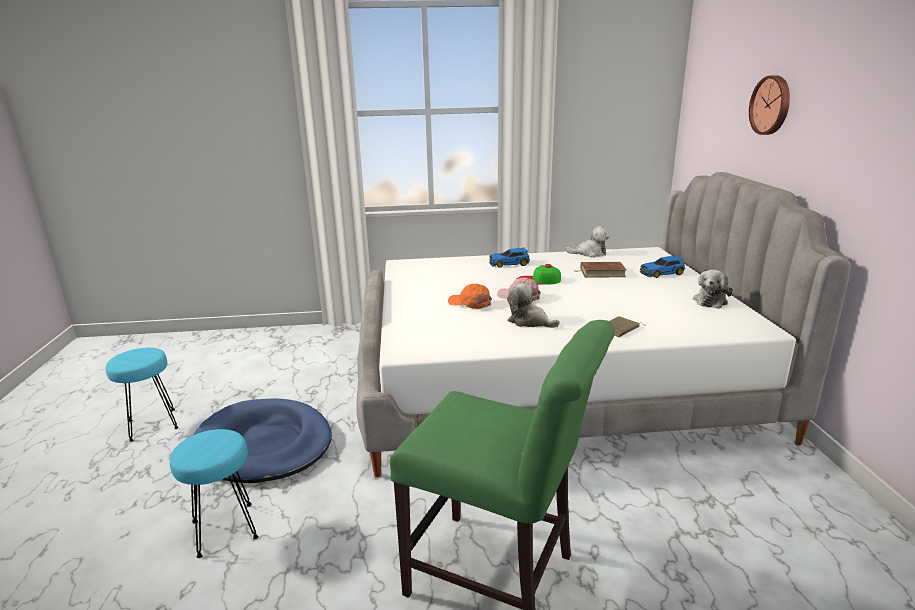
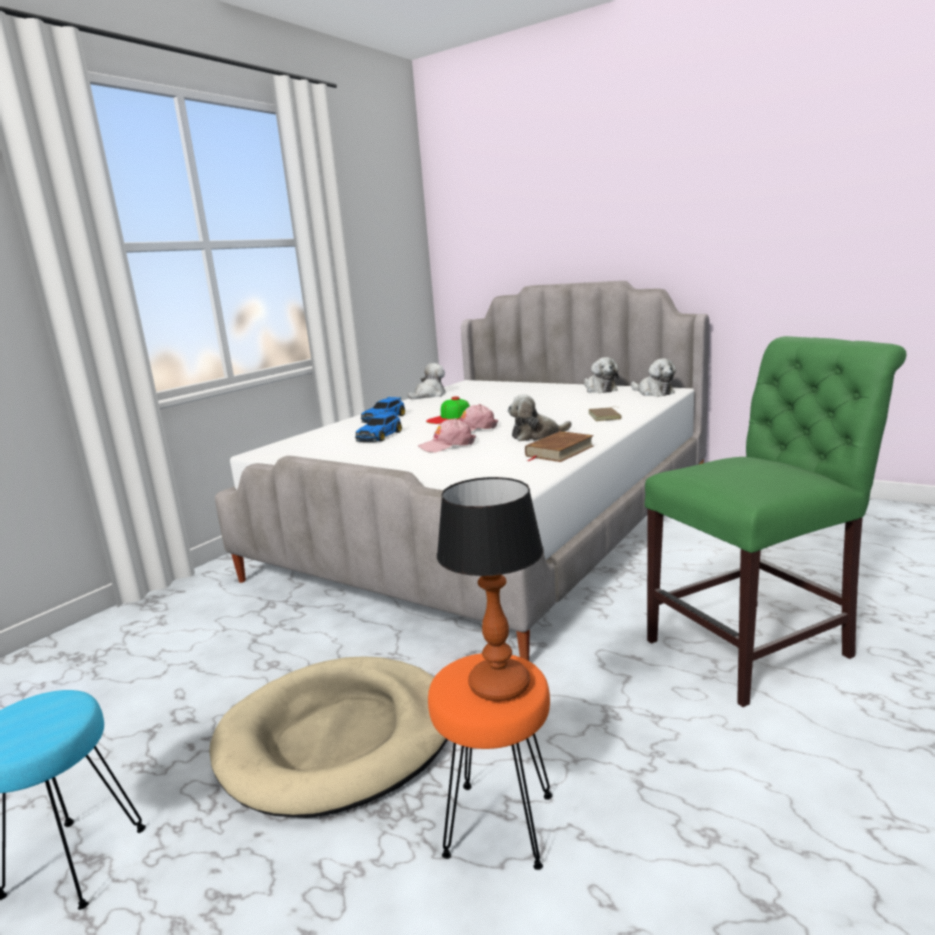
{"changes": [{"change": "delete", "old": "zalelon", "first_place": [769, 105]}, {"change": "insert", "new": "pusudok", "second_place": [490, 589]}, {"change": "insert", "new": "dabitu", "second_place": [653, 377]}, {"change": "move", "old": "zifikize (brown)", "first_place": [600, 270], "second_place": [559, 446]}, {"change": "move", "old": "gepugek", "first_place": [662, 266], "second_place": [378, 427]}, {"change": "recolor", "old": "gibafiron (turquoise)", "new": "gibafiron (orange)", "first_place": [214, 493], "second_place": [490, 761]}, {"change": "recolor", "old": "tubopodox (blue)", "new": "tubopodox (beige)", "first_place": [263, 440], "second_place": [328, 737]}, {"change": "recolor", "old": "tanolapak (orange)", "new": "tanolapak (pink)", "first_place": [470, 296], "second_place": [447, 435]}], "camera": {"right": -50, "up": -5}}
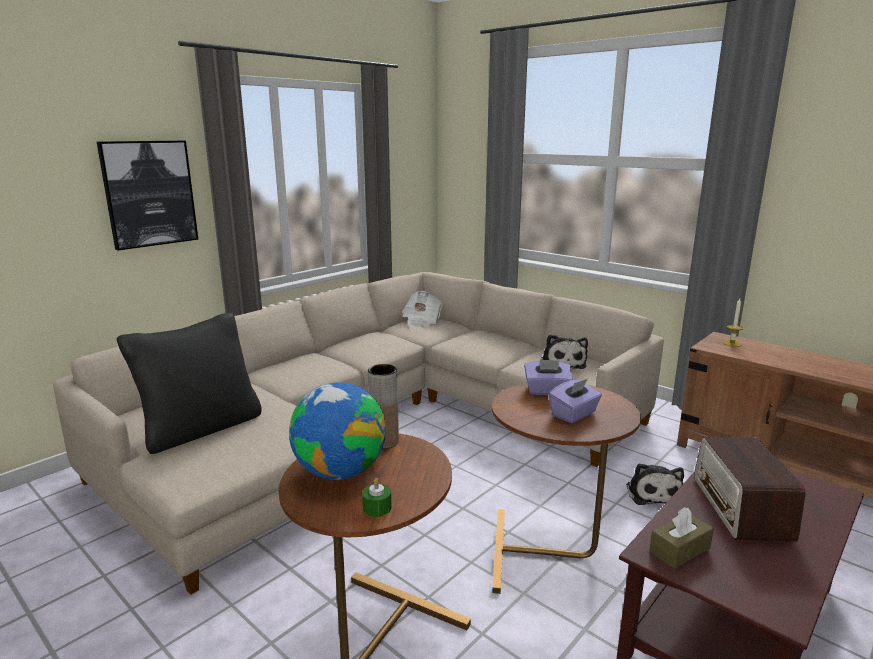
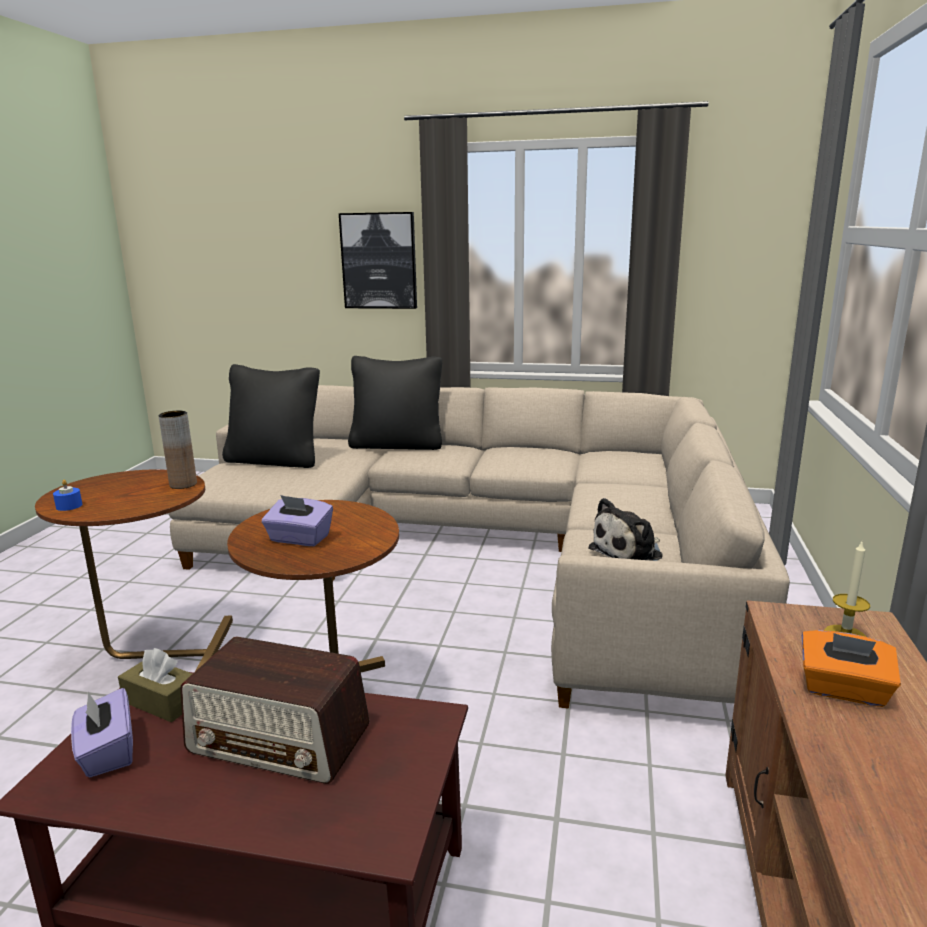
{"changes": [{"change": "delete", "old": "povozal", "first_place": [337, 431]}, {"change": "delete", "old": "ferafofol", "first_place": [422, 309]}, {"change": "delete", "old": "dabitu", "first_place": [655, 484]}, {"change": "insert", "new": "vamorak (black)", "second_place": [395, 403]}, {"change": "insert", "new": "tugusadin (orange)", "second_place": [851, 668]}, {"change": "move", "old": "tugusadin (purple)", "first_place": [548, 377], "second_place": [102, 732]}, {"change": "recolor", "old": "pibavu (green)", "new": "pibavu (blue)", "first_place": [377, 497], "second_place": [67, 495]}, {"change": "rotate", "old": "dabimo", "first_place": [750, 489], "second_place": [275, 710], "degrees": -135}], "camera": {"right": 60, "up": 0}}
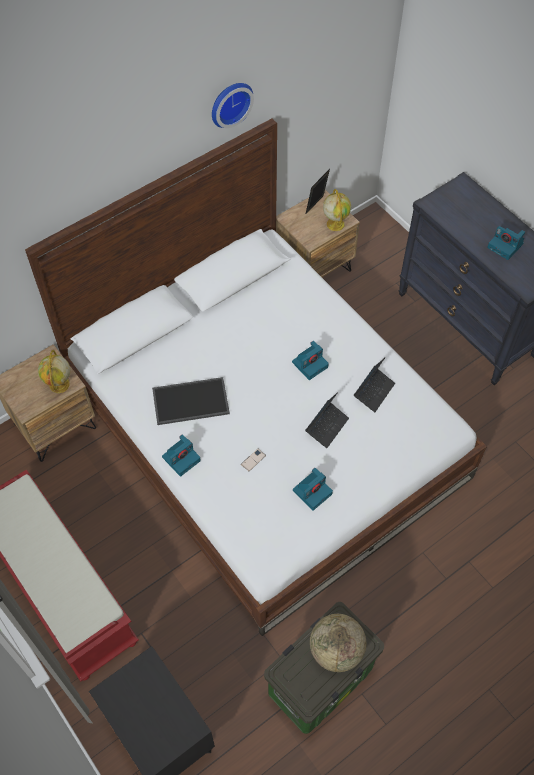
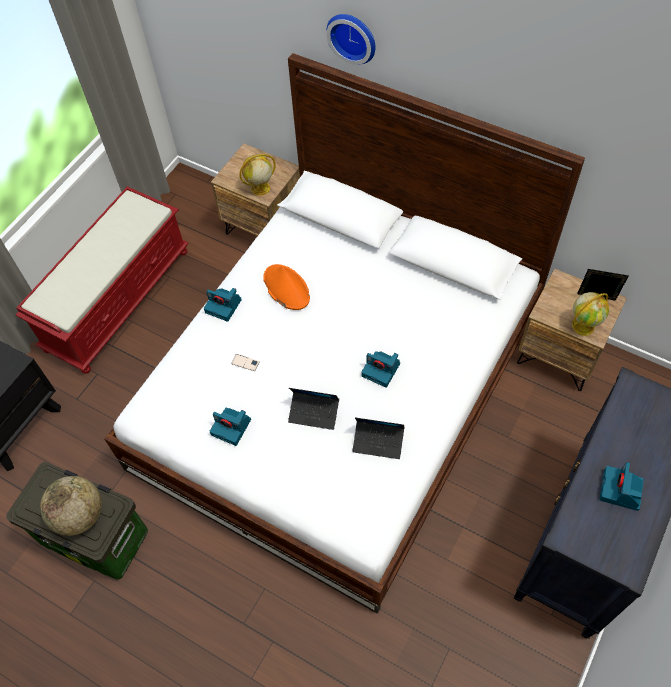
{"changes": [{"change": "move", "old": "zalelon", "first_place": [233, 105], "second_place": [351, 39]}, {"change": "replace", "old": "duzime", "new": "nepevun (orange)", "first_place": [191, 401], "second_place": [286, 287]}], "camera": {"right": 70, "up": 0}}
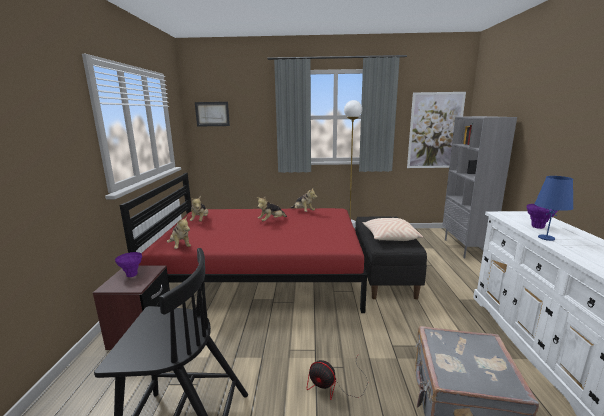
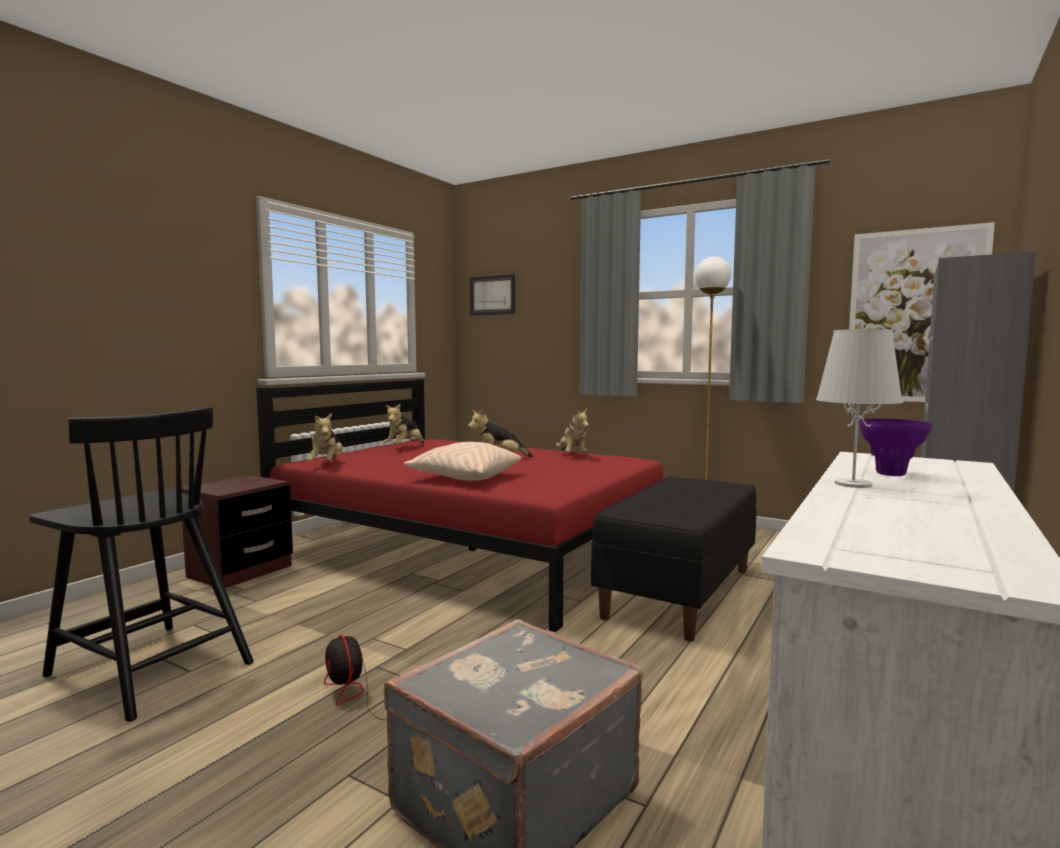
{"changes": [{"change": "delete", "old": "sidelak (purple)", "first_place": [128, 264]}, {"change": "move", "old": "vamorak (beige)", "first_place": [392, 229], "second_place": [462, 461]}, {"change": "recolor", "old": "pusudok (blue)", "new": "pusudok (white)", "first_place": [554, 208], "second_place": [859, 408]}], "camera": {"right": 30, "up": -10}}
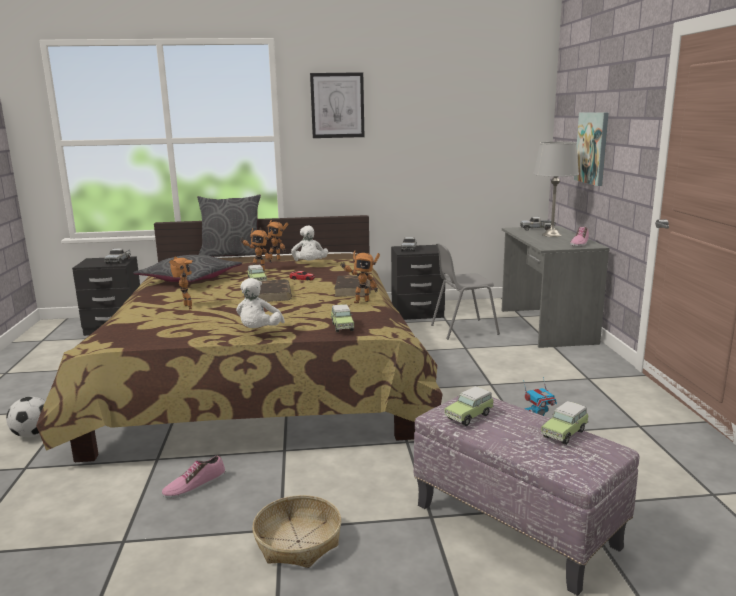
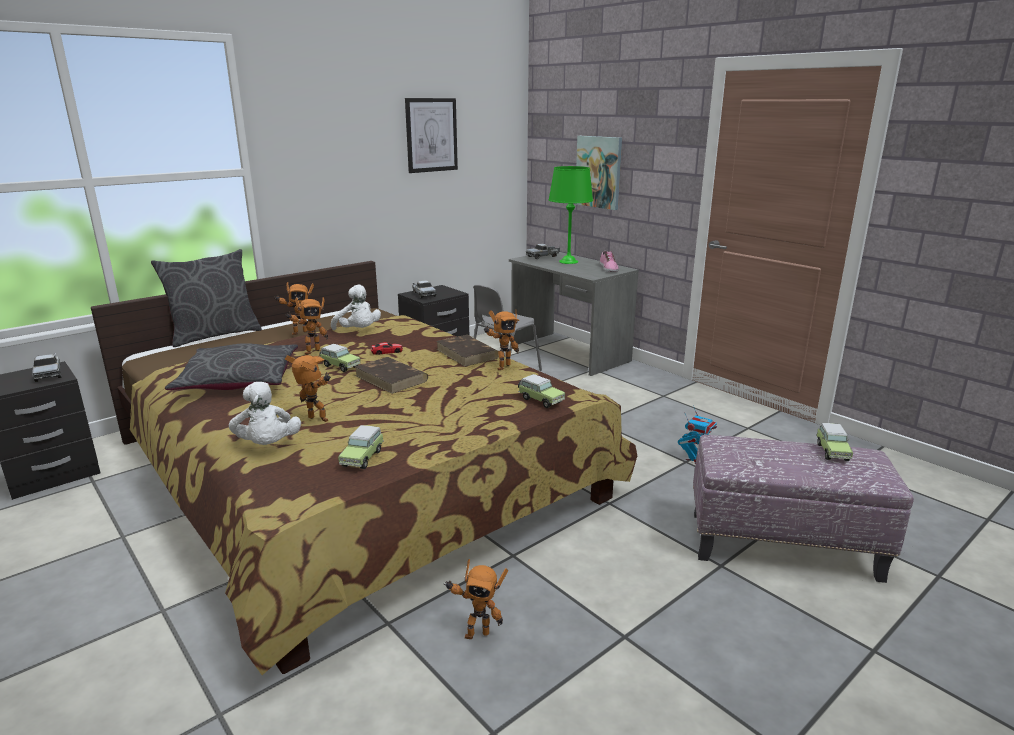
{"changes": [{"change": "delete", "old": "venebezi", "first_place": [25, 417]}, {"change": "delete", "old": "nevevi", "first_place": [296, 531]}, {"change": "move", "old": "dabitu (white)", "first_place": [260, 303], "second_place": [265, 413]}, {"change": "move", "old": "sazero", "first_place": [337, 105], "second_place": [431, 135]}, {"change": "move", "old": "gepugek", "first_place": [469, 406], "second_place": [361, 447]}, {"change": "replace", "old": "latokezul", "new": "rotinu", "first_place": [193, 477], "second_place": [476, 599]}, {"change": "recolor", "old": "pusudok (grey)", "new": "pusudok (green)", "first_place": [556, 189], "second_place": [571, 215]}], "camera": {"right": -35, "up": 5}}
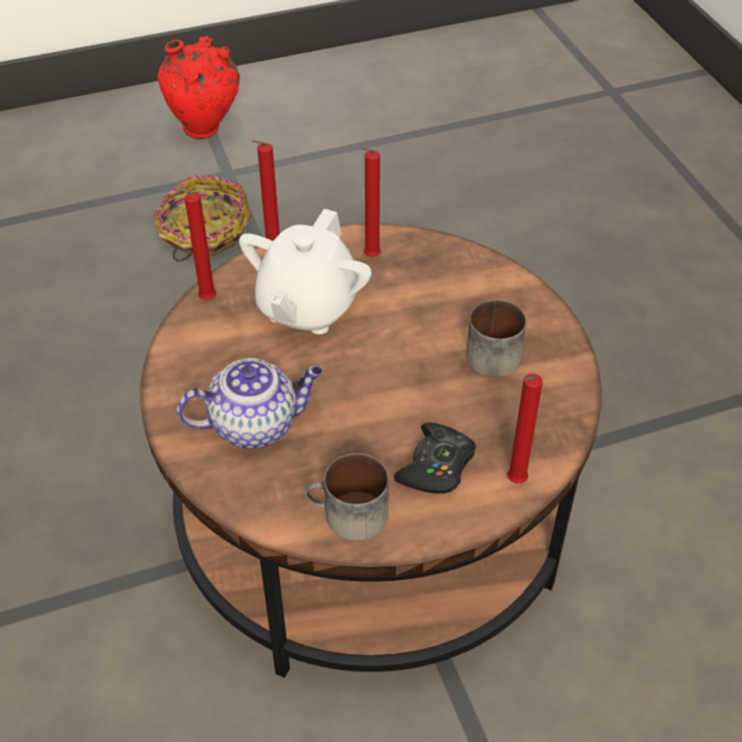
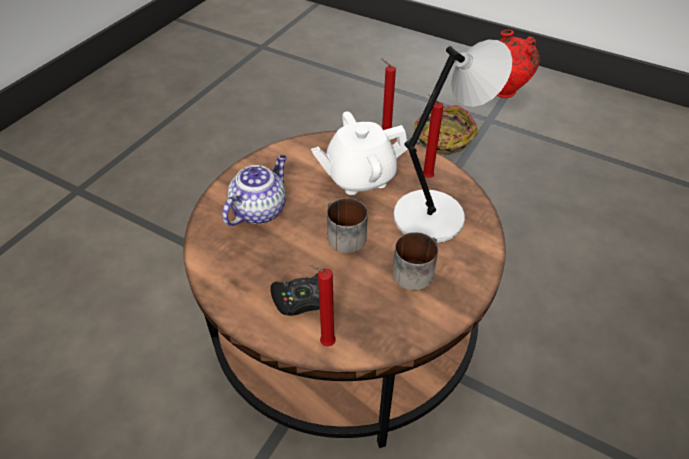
{"changes": [{"change": "delete", "old": "pibavu (red)", "first_place": [195, 241]}, {"change": "insert", "new": "pusudok (grey)", "second_place": [452, 141]}, {"change": "move", "old": "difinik", "first_place": [346, 497], "second_place": [347, 225]}, {"change": "rotate", "old": "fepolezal", "first_place": [249, 403], "second_place": [254, 190], "degrees": -90}], "camera": {"right": 50, "up": 0}}
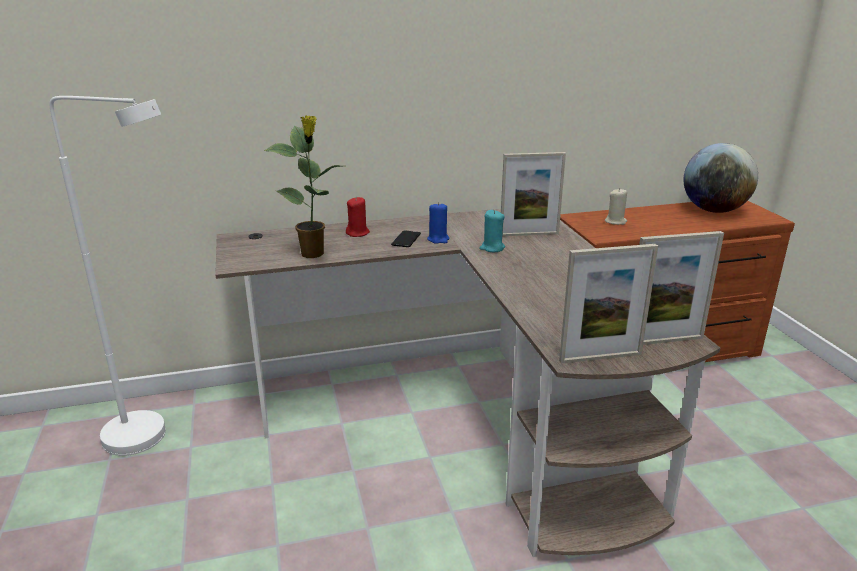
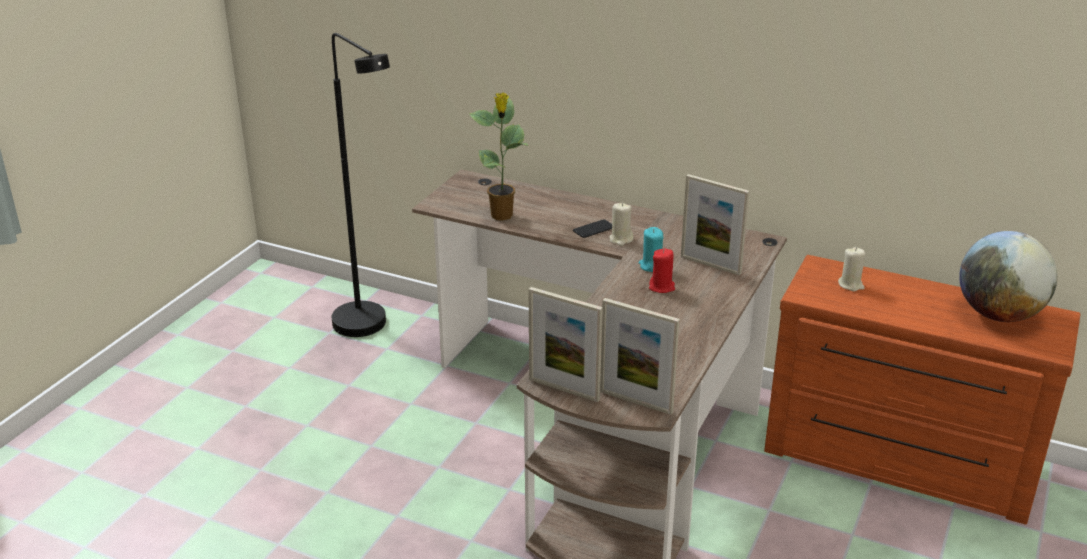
{"changes": [{"change": "move", "old": "pibavu (red)", "first_place": [358, 217], "second_place": [662, 271]}, {"change": "recolor", "old": "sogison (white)", "new": "sogison (black)", "first_place": [107, 276], "second_place": [361, 185]}, {"change": "recolor", "old": "pibavu (blue)", "new": "pibavu (beige)", "first_place": [438, 223], "second_place": [621, 224]}], "camera": {"right": 40, "up": 5}}
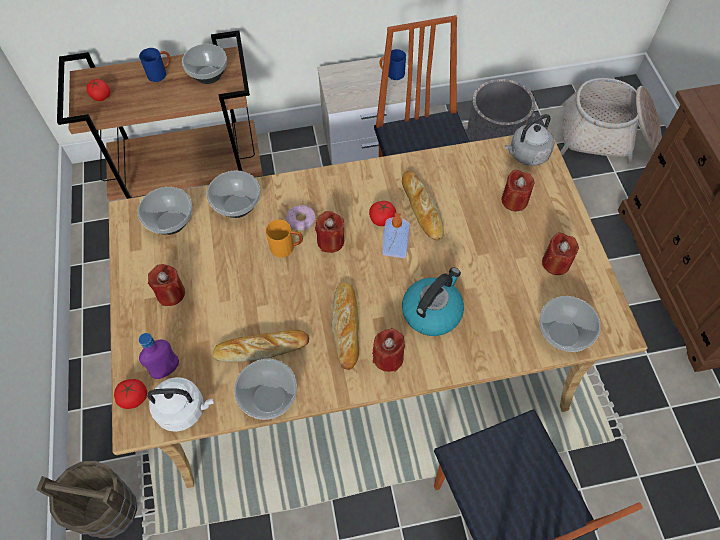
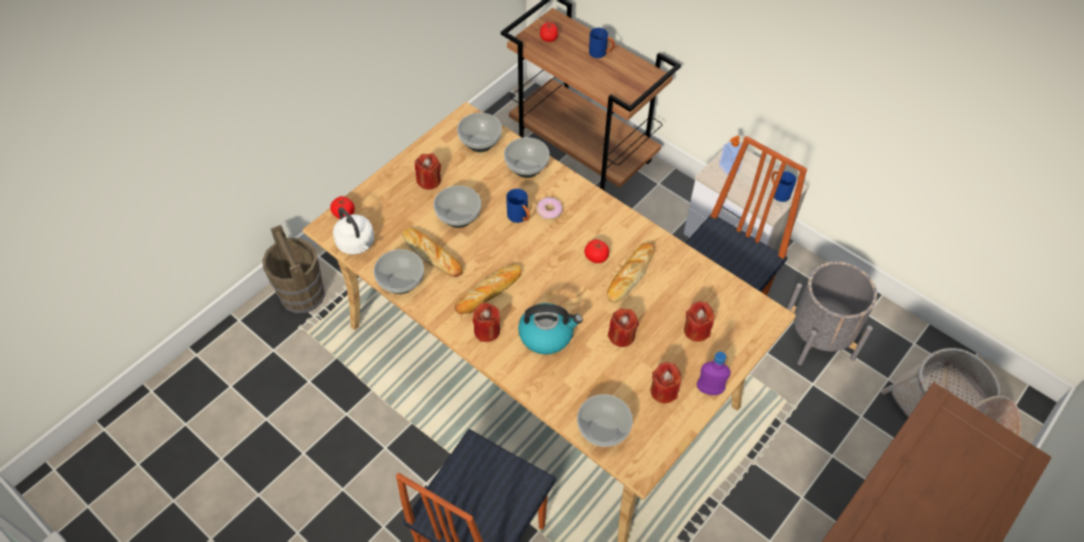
{"changes": [{"change": "delete", "old": "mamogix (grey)", "first_place": [529, 140]}, {"change": "move", "old": "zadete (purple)", "first_place": [159, 356], "second_place": [714, 373]}, {"change": "move", "old": "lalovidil", "first_place": [204, 64], "second_place": [457, 206]}, {"change": "move", "old": "pibavu (red)", "first_place": [329, 232], "second_place": [623, 327]}, {"change": "move", "old": "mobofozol", "first_place": [396, 235], "second_place": [731, 155]}, {"change": "recolor", "old": "difinik (orange)", "new": "difinik (blue)", "first_place": [284, 239], "second_place": [518, 206]}], "camera": {"right": 50, "up": -5}}
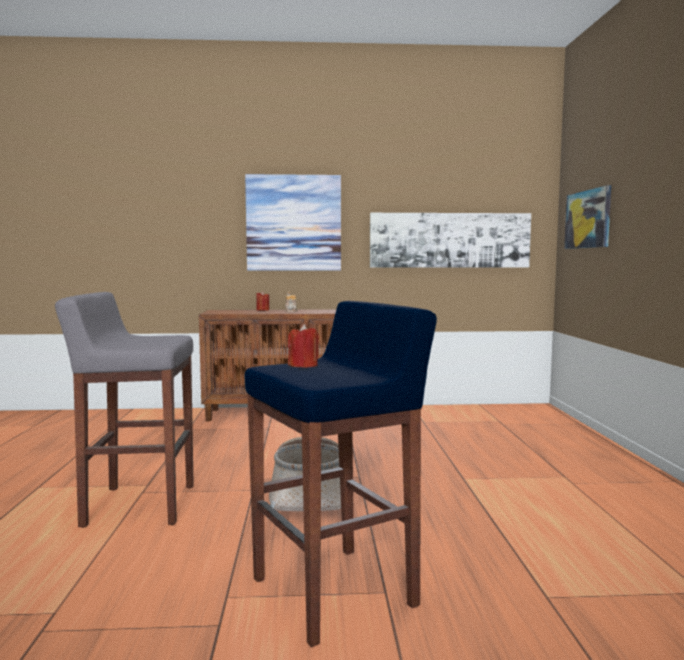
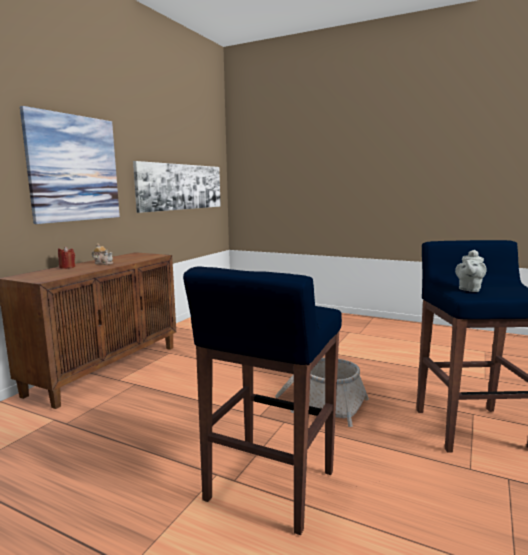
{"changes": [{"change": "delete", "old": "sazero", "first_place": [587, 217]}, {"change": "replace", "old": "pibavu (red)", "new": "fepolezal (grey)", "first_place": [303, 346], "second_place": [470, 271]}, {"change": "recolor", "old": "gibafiron (grey)", "new": "gibafiron (blue)", "first_place": [124, 410], "second_place": [262, 401]}], "camera": {"right": -60, "up": 5}}
